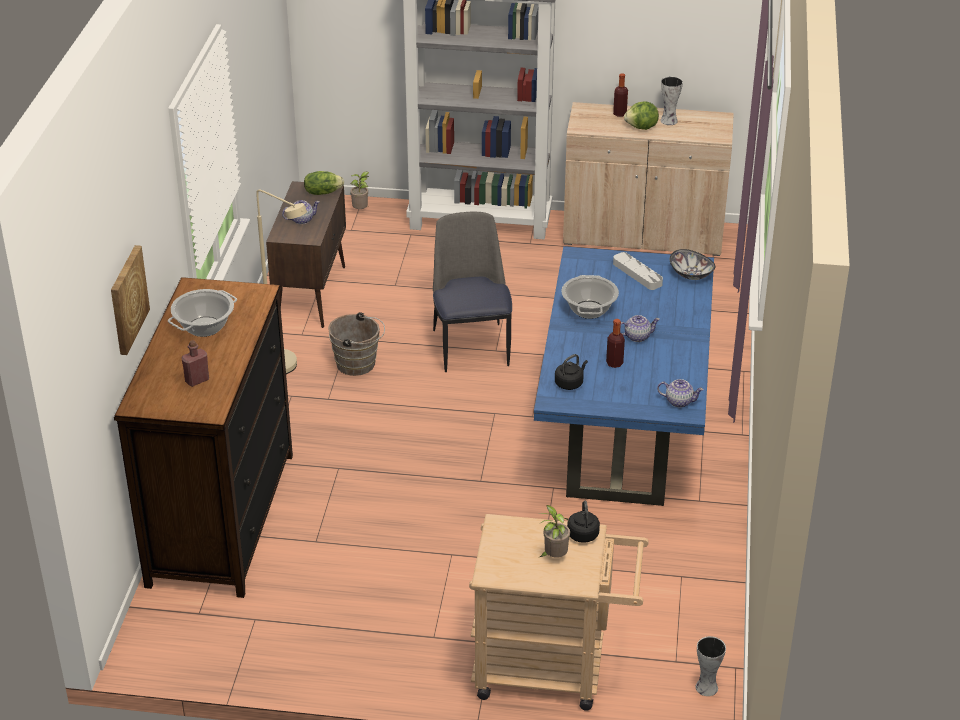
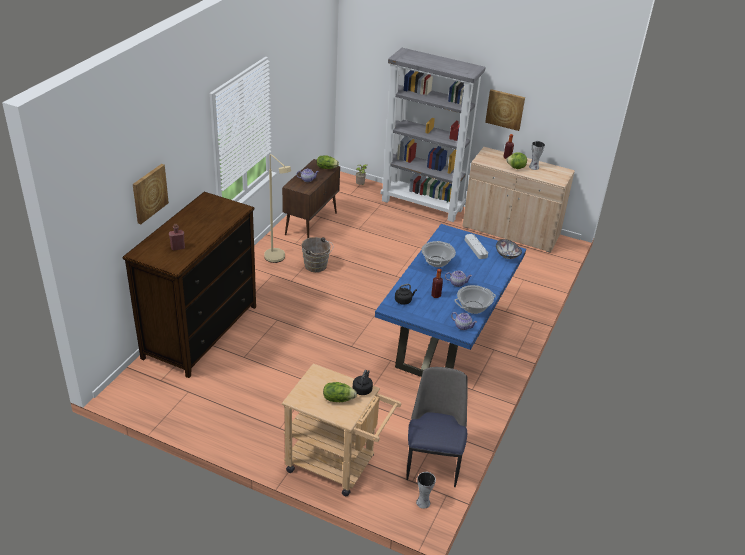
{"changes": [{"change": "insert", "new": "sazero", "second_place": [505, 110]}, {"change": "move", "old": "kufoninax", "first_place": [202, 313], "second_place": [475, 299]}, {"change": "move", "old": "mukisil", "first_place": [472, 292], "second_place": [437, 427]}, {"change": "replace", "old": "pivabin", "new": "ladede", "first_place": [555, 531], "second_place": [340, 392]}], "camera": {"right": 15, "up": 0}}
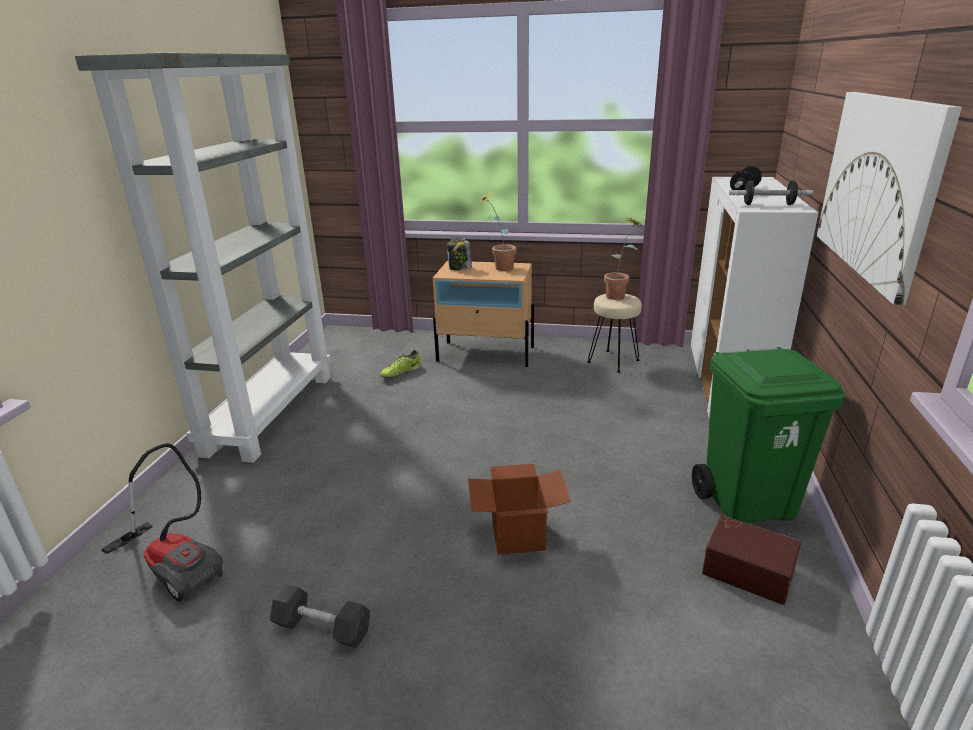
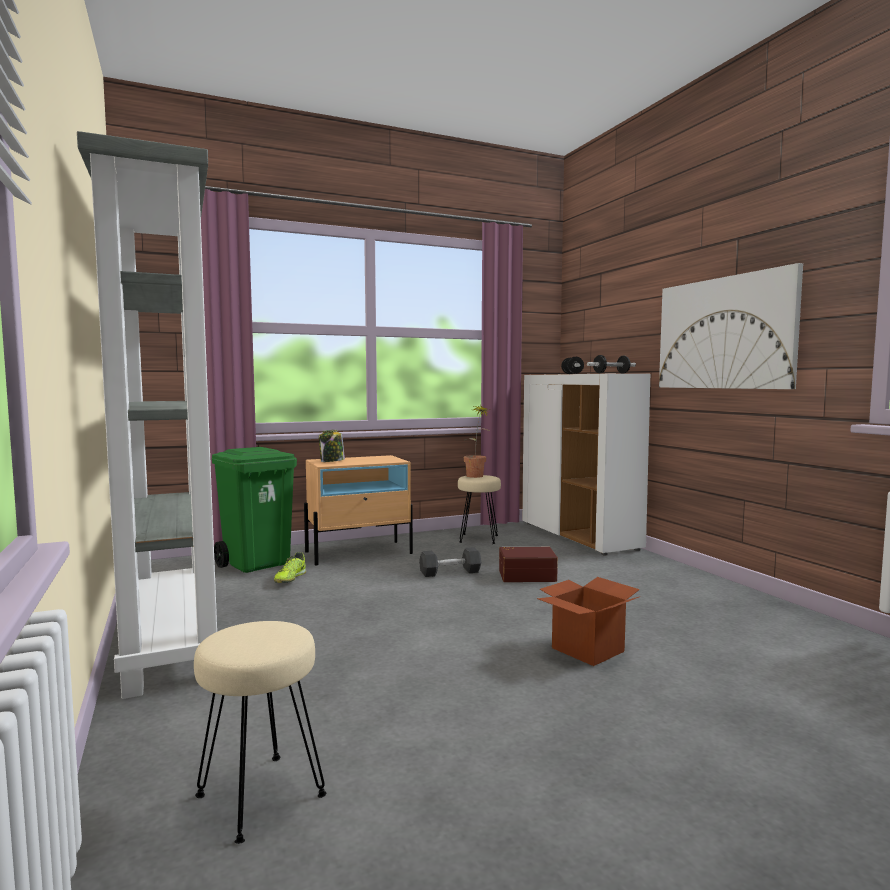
{"changes": [{"change": "delete", "old": "pivabin", "first_place": [497, 231]}, {"change": "move", "old": "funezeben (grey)", "first_place": [320, 616], "second_place": [450, 562]}, {"change": "move", "old": "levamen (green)", "first_place": [768, 435], "second_place": [254, 510]}, {"change": "move", "old": "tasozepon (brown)", "first_place": [751, 560], "second_place": [528, 564]}, {"change": "replace", "old": "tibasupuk", "new": "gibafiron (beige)", "first_place": [162, 522], "second_place": [260, 732]}], "camera": {"right": -35, "up": -20}}
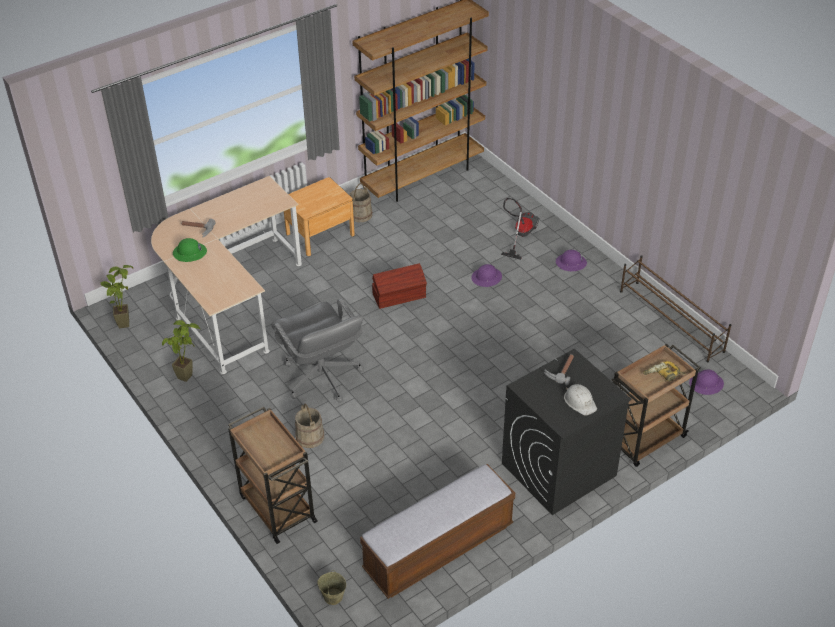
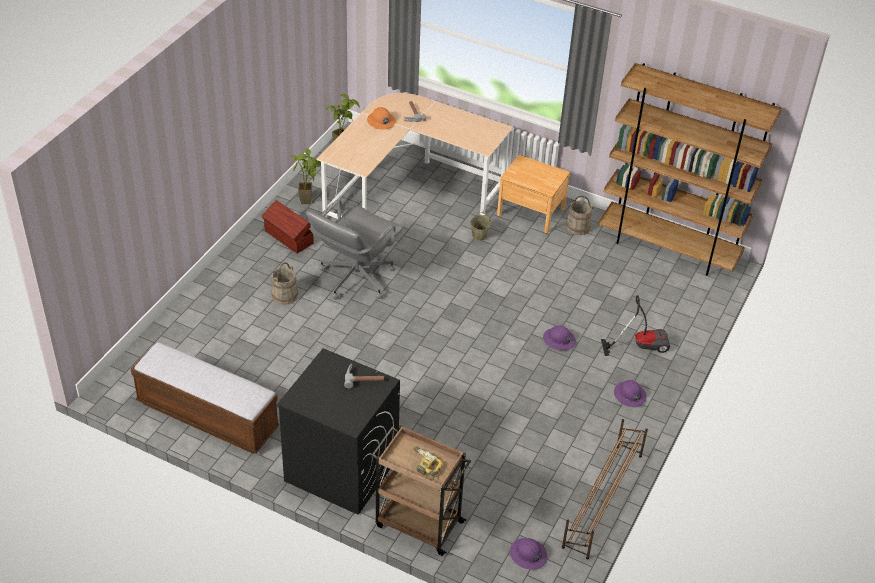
{"changes": [{"change": "delete", "old": "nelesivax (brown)", "first_place": [273, 475]}, {"change": "delete", "old": "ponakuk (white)", "first_place": [580, 399]}, {"change": "move", "old": "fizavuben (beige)", "first_place": [331, 587], "second_place": [480, 226]}, {"change": "move", "old": "tasozepon (brown)", "first_place": [399, 286], "second_place": [288, 226]}, {"change": "recolor", "old": "ponakuk (green)", "new": "ponakuk (orange)", "first_place": [190, 250], "second_place": [381, 118]}], "camera": {"right": 60, "up": 0}}
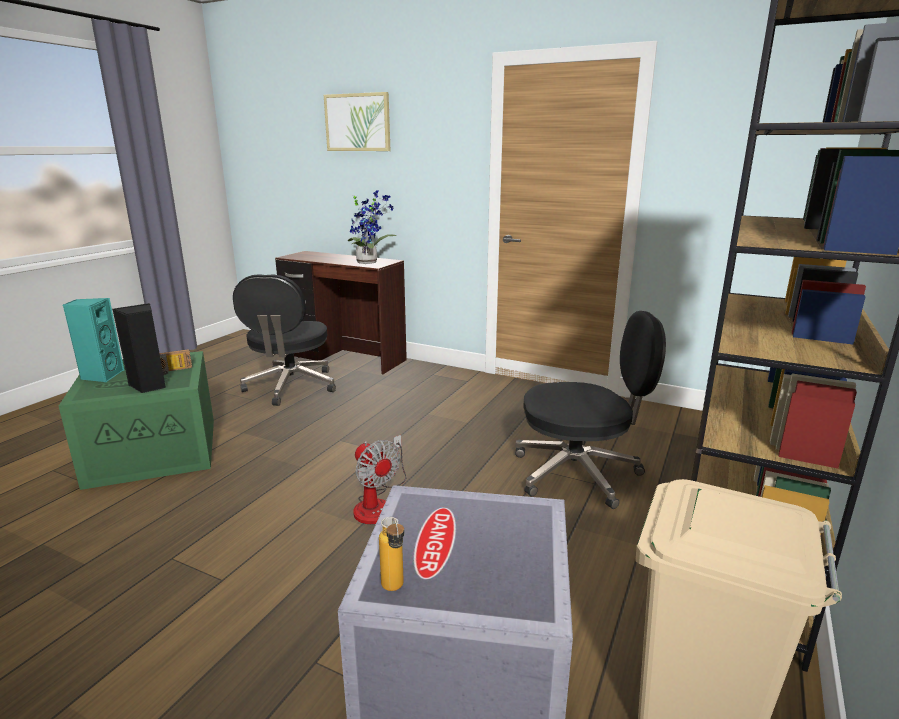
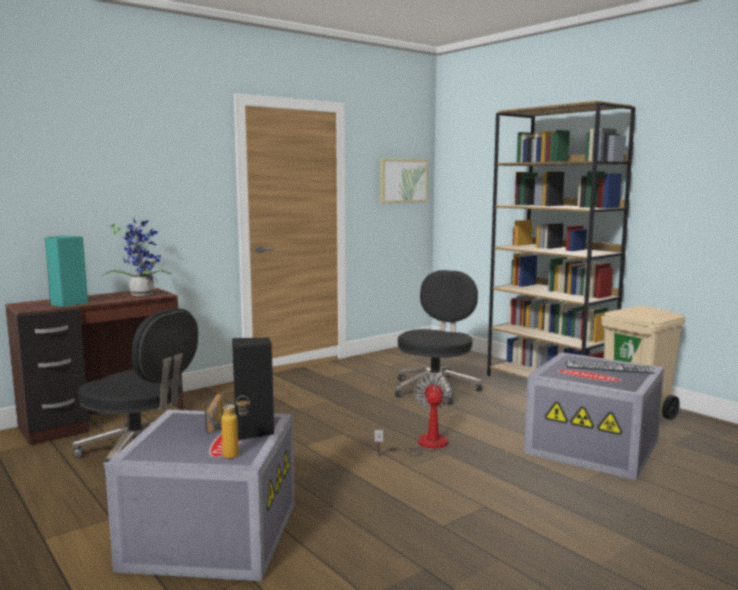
{"changes": [{"change": "insert", "new": "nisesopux", "second_place": [610, 367]}, {"change": "move", "old": "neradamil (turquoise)", "first_place": [93, 340], "second_place": [66, 271]}, {"change": "move", "old": "sazero", "first_place": [357, 121], "second_place": [404, 180]}, {"change": "move", "old": "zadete", "first_place": [391, 554], "second_place": [235, 427]}, {"change": "recolor", "old": "tasozepon (green)", "new": "tasozepon (grey)", "first_place": [136, 420], "second_place": [199, 495]}, {"change": "rotate", "old": "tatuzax", "first_place": [379, 479], "second_place": [413, 414], "degrees": -75}], "camera": {"right": -65, "up": -10}}
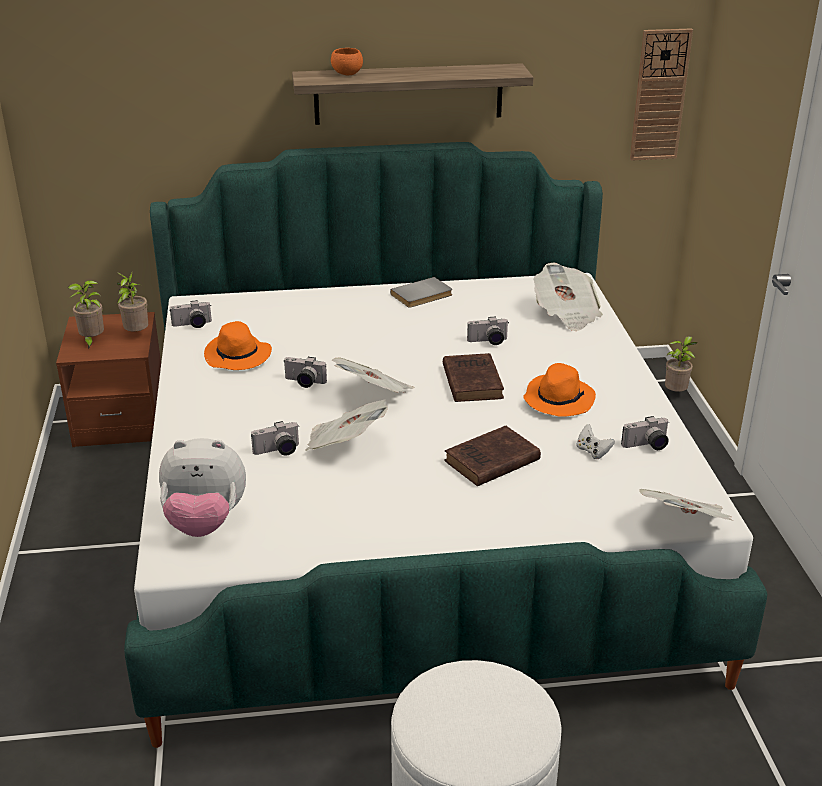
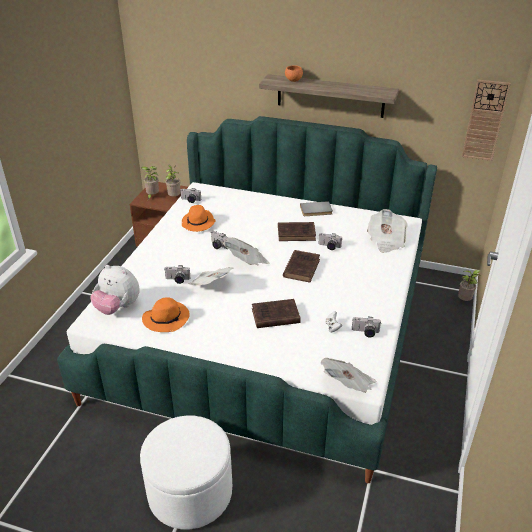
{"changes": [{"change": "insert", "new": "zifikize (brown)", "second_place": [297, 231]}, {"change": "move", "old": "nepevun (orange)", "first_place": [559, 390], "second_place": [166, 314]}], "camera": {"right": 25, "up": 5}}
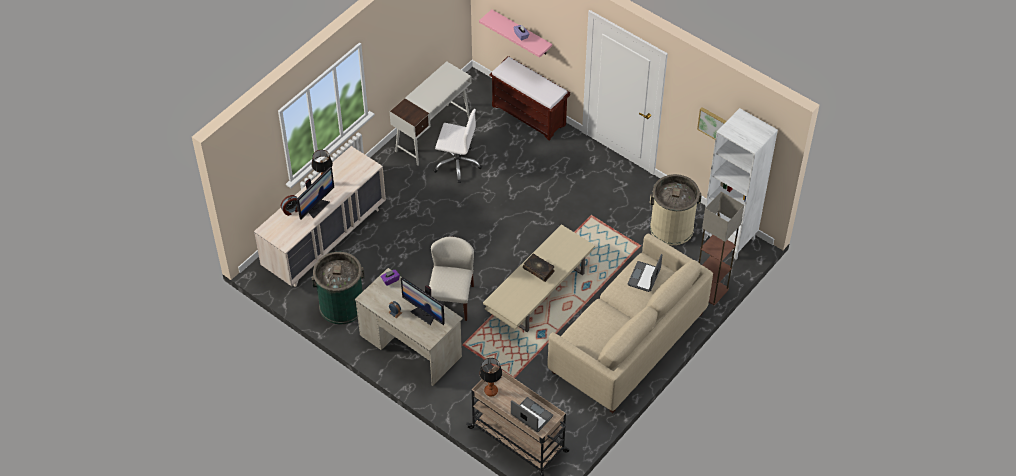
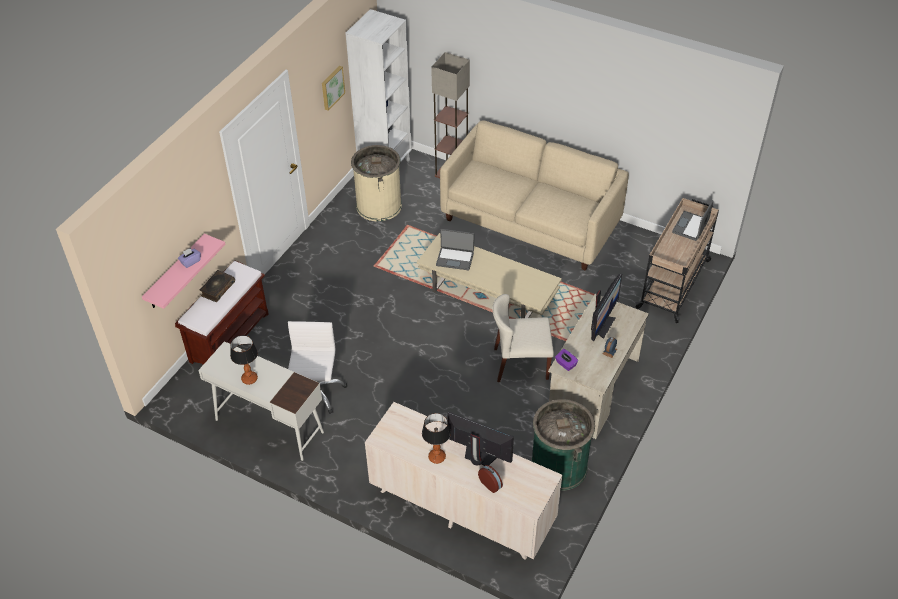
{"changes": [{"change": "move", "old": "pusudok", "first_place": [490, 377], "second_place": [244, 360]}, {"change": "move", "old": "zifikize", "first_place": [539, 268], "second_place": [217, 286]}, {"change": "move", "old": "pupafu", "first_place": [645, 273], "second_place": [455, 249]}], "camera": {"right": -100, "up": -5}}
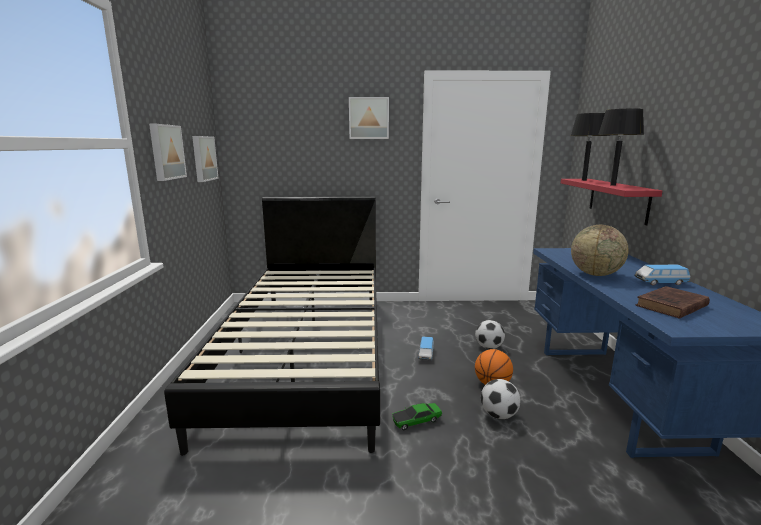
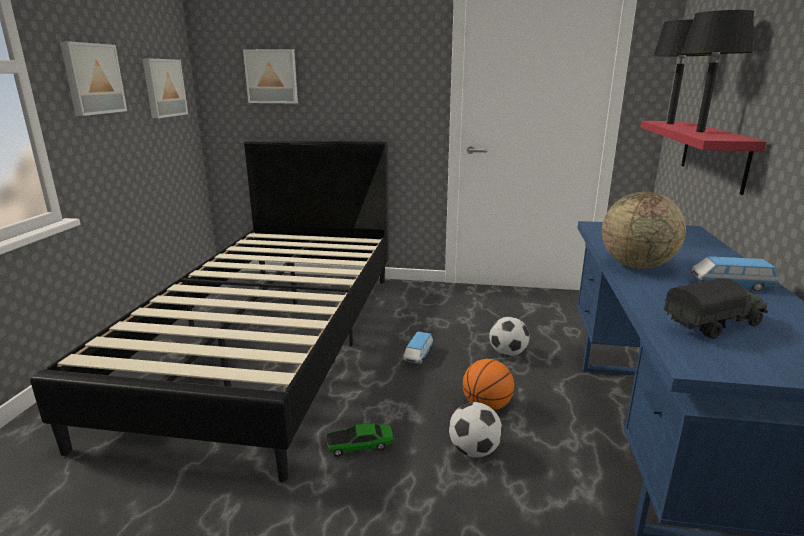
{"changes": [{"change": "move", "old": "sazero", "first_place": [369, 118], "second_place": [270, 76]}, {"change": "replace", "old": "zifikize (brown)", "new": "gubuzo", "first_place": [673, 302], "second_place": [716, 308]}], "camera": {"right": 10, "up": 5}}
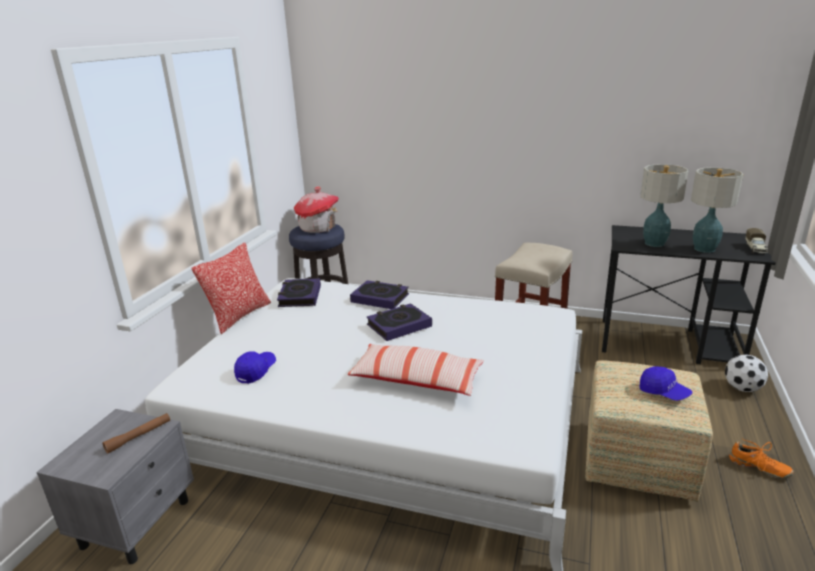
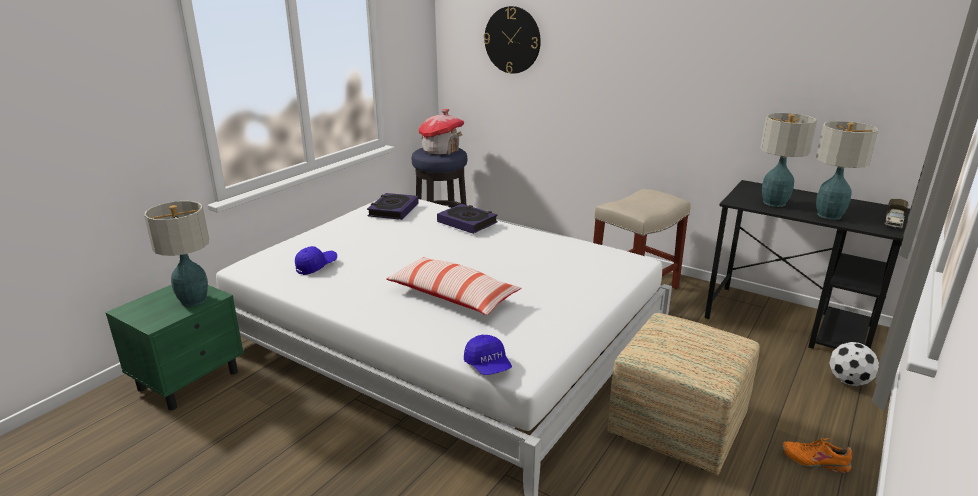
{"changes": [{"change": "delete", "old": "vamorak", "first_place": [231, 288]}, {"change": "delete", "old": "zifikize", "first_place": [399, 322]}, {"change": "insert", "new": "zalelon", "second_place": [512, 40]}, {"change": "move", "old": "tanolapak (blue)", "first_place": [665, 384], "second_place": [488, 355]}, {"change": "replace", "old": "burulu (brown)", "new": "pusudok", "first_place": [136, 433], "second_place": [176, 254]}, {"change": "recolor", "old": "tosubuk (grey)", "new": "tosubuk (green)", "first_place": [115, 486], "second_place": [174, 347]}, {"change": "rotate", "old": "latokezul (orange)", "first_place": [761, 459], "second_place": [816, 455], "degrees": 150}], "camera": {"right": 15, "up": 0}}
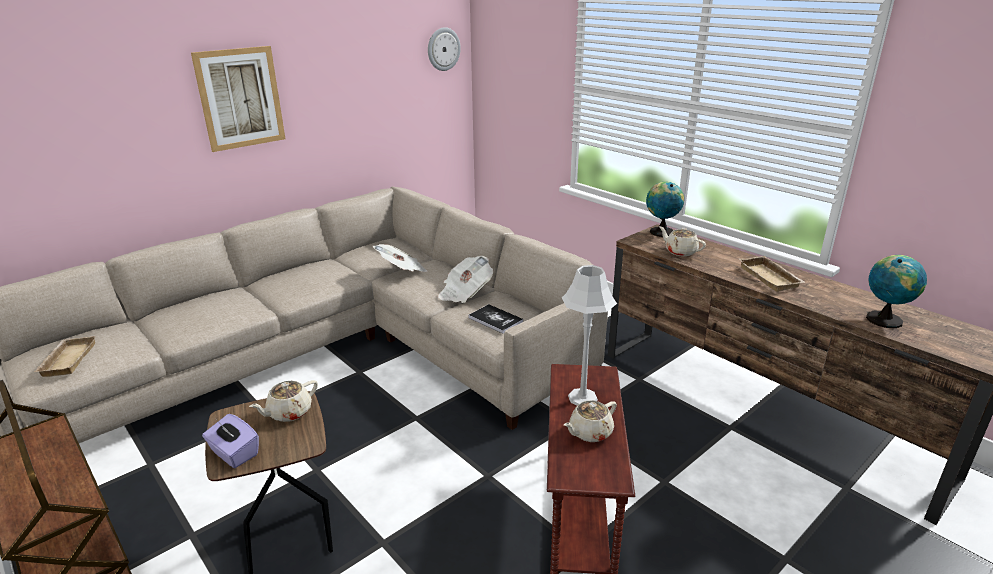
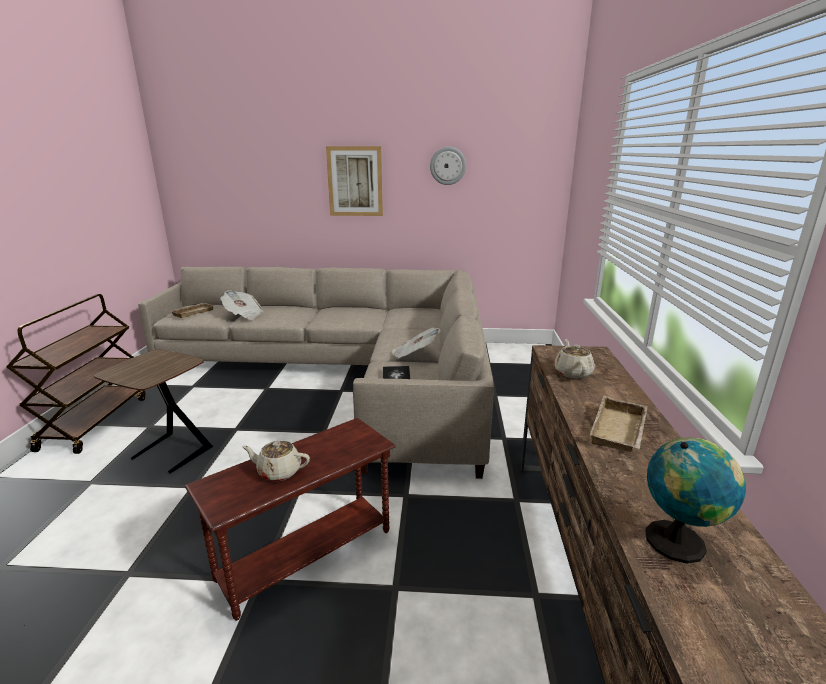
{"changes": [{"change": "delete", "old": "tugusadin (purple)", "first_place": [230, 441]}, {"change": "delete", "old": "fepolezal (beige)", "first_place": [283, 401]}, {"change": "delete", "old": "pusudok (grey)", "first_place": [589, 335]}, {"change": "delete", "old": "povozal", "first_place": [665, 209]}, {"change": "move", "old": "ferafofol", "first_place": [400, 258], "second_place": [241, 305]}, {"change": "move", "old": "zalelon", "first_place": [444, 49], "second_place": [448, 166]}], "camera": {"right": 45, "up": -5}}
